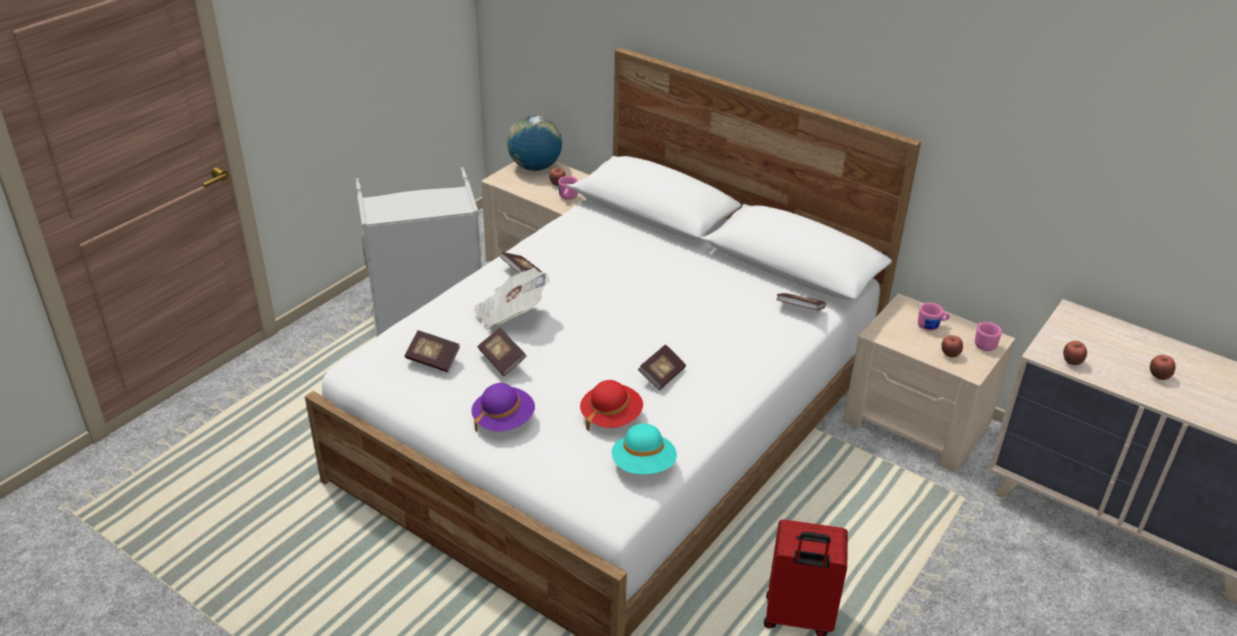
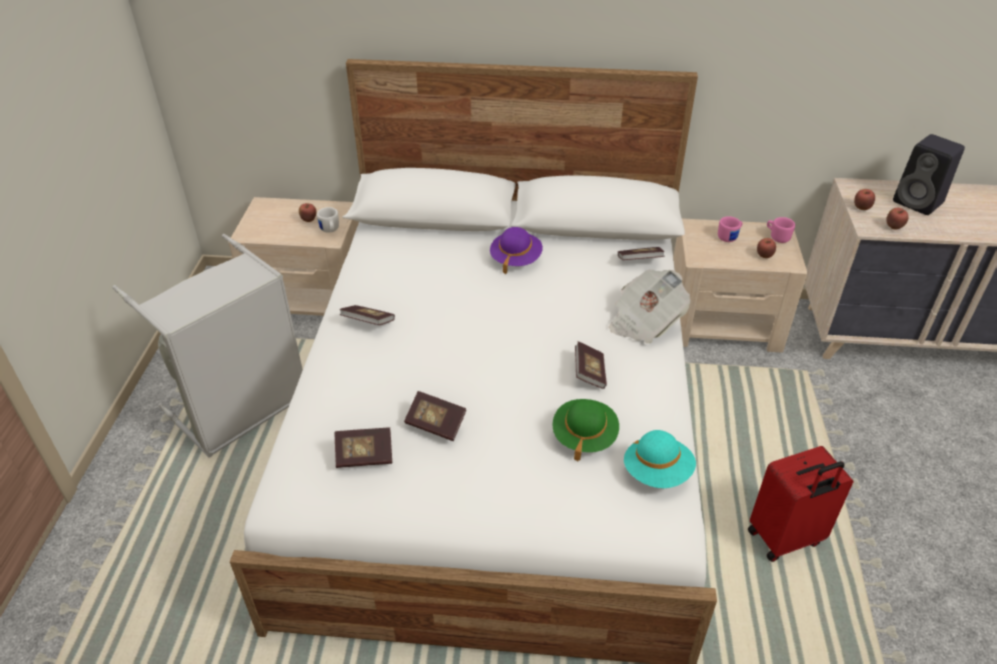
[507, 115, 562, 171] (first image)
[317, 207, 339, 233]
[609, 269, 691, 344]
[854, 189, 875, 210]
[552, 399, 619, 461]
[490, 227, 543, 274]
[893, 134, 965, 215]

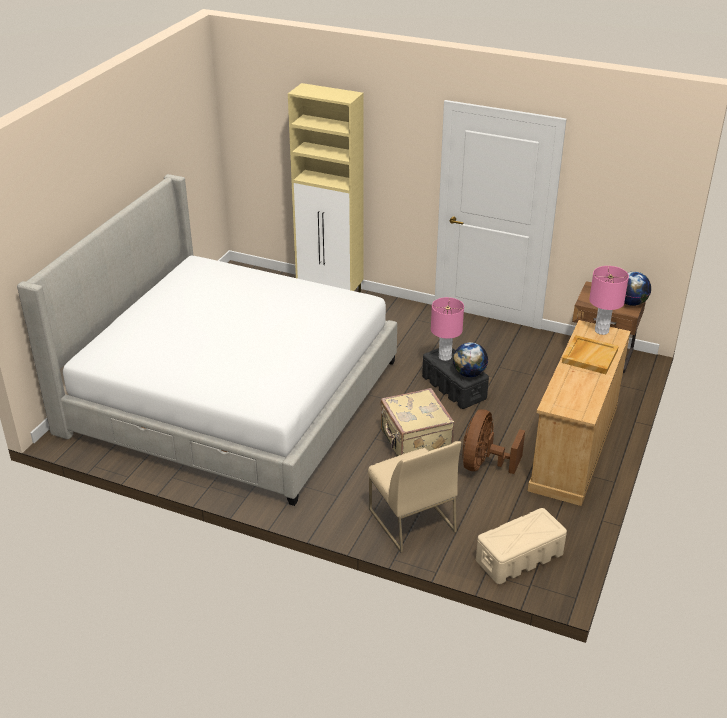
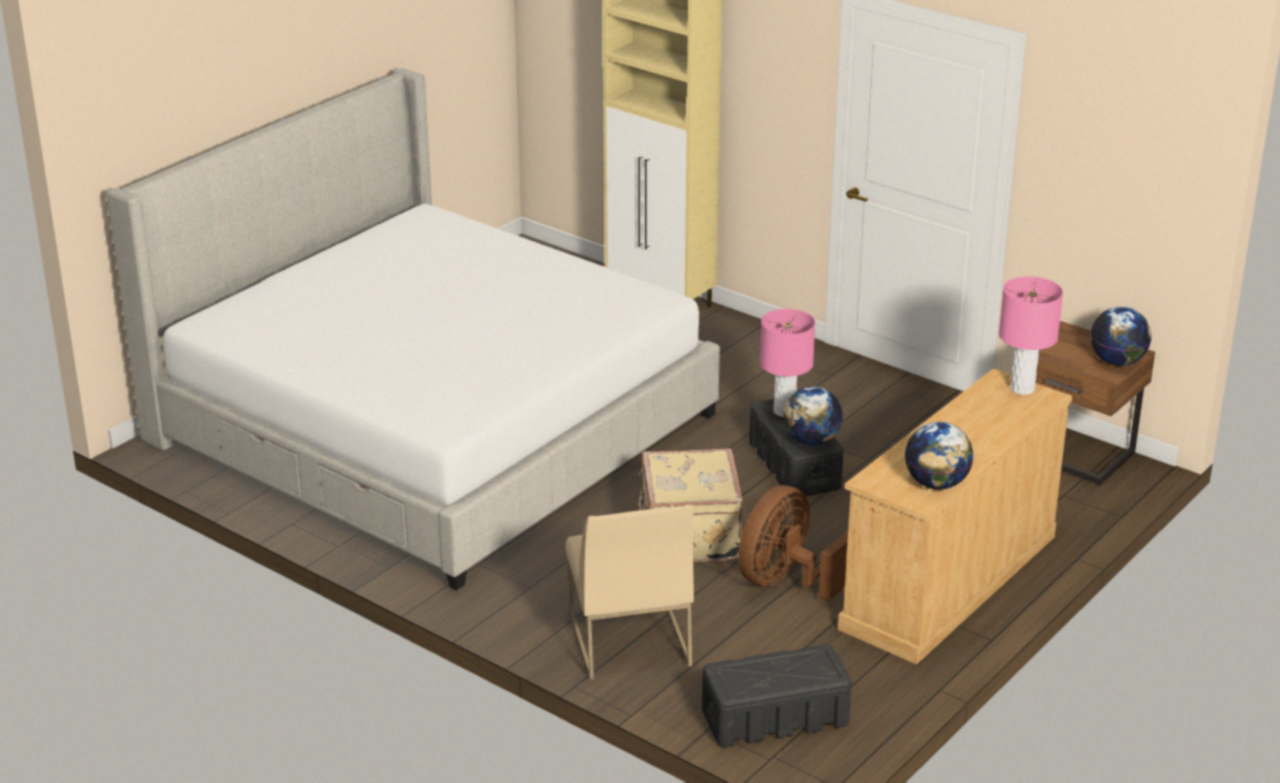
[562, 335, 619, 374] (first image)
[702, 644, 852, 748]
[905, 422, 974, 490]

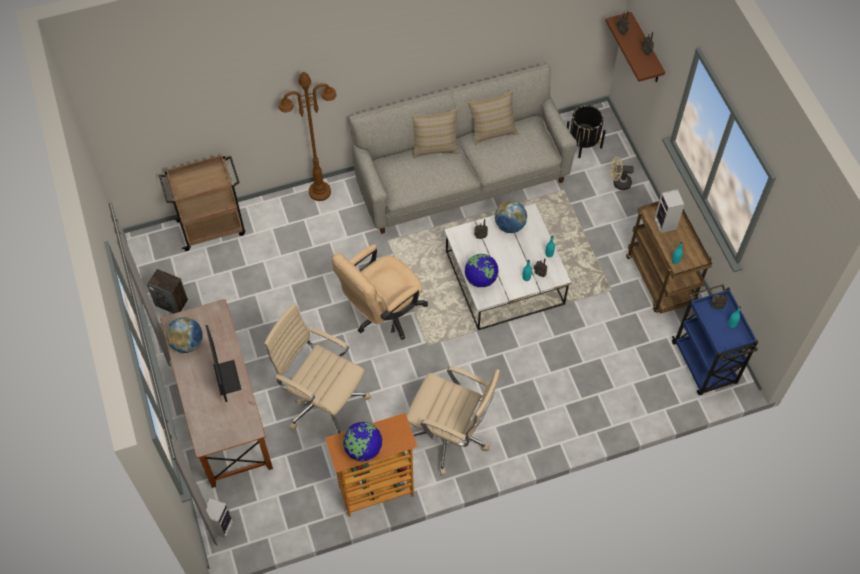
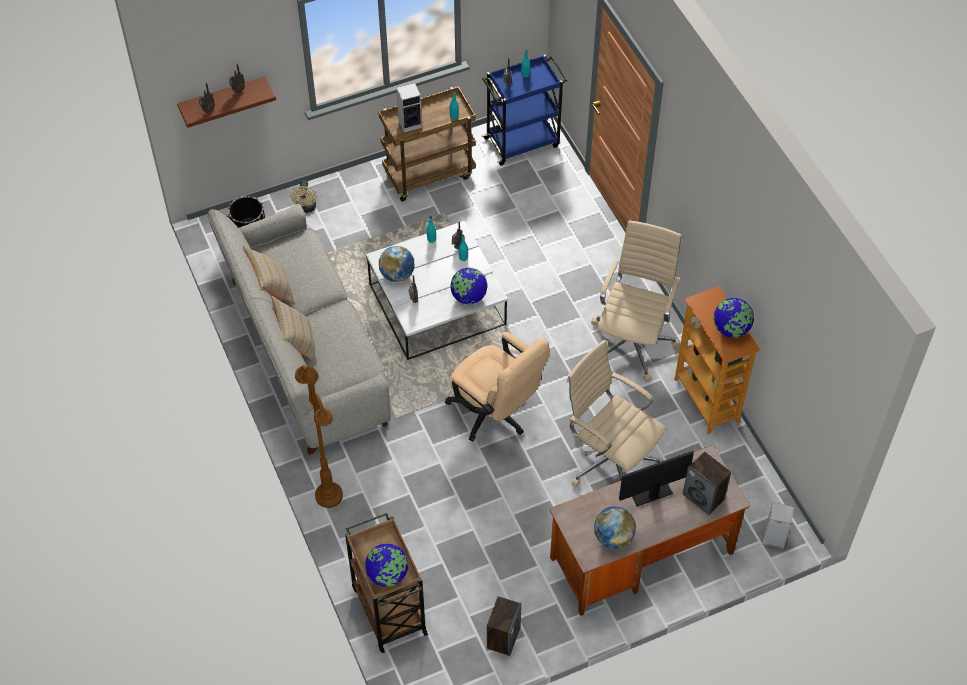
[567, 340, 667, 488]
[683, 452, 731, 515]
[365, 544, 408, 587]

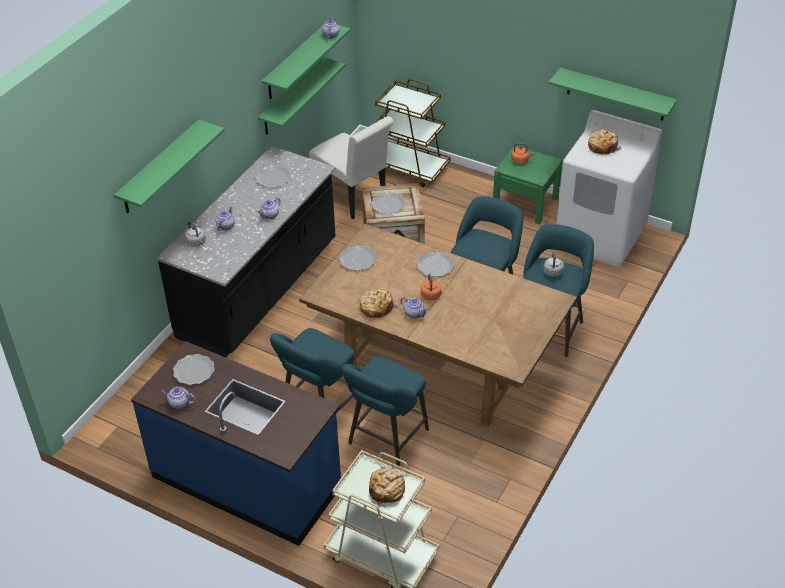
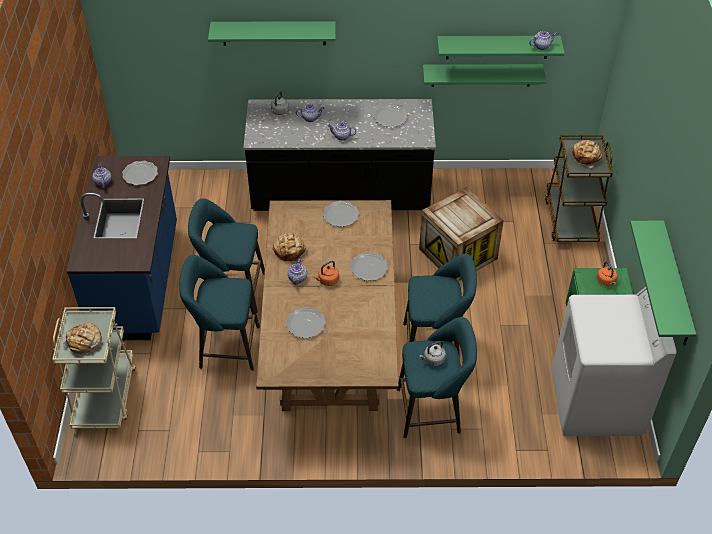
[309, 116, 394, 219] (first image)
[572, 140, 602, 168]
[286, 307, 326, 339]

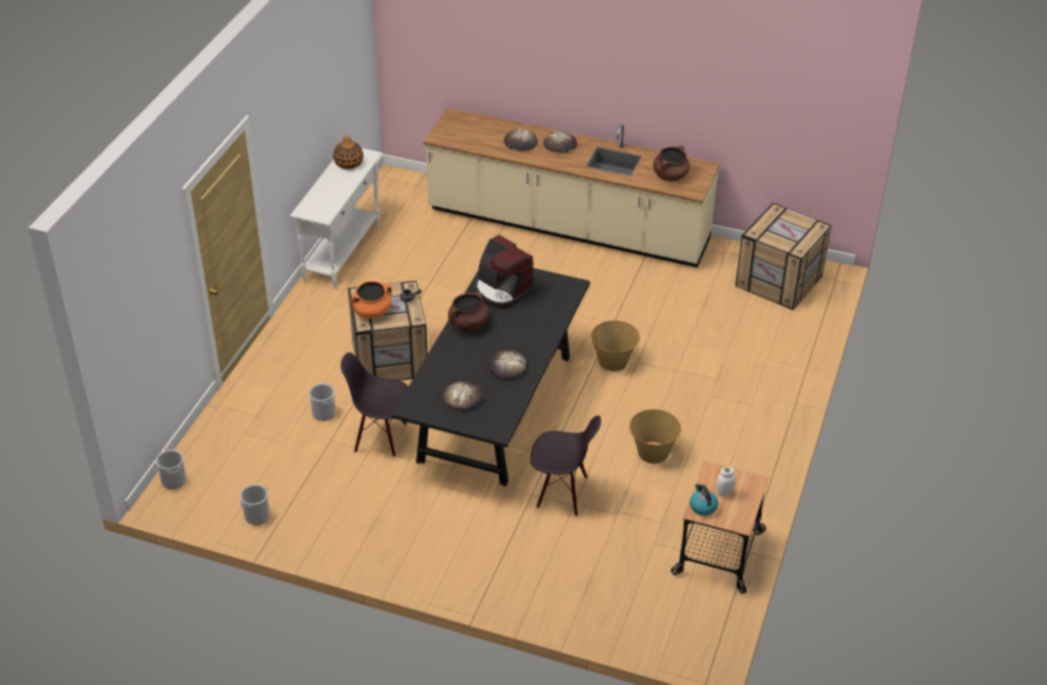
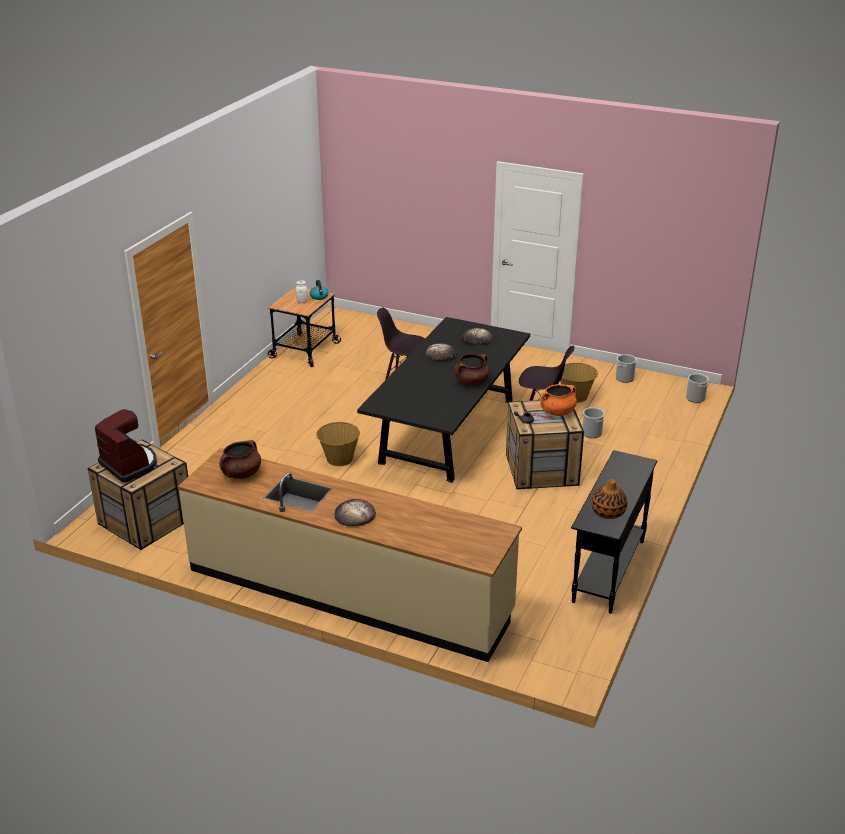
[504, 129, 538, 151] (first image)
[571, 450, 658, 614]
[95, 409, 157, 482]
[560, 363, 598, 403]

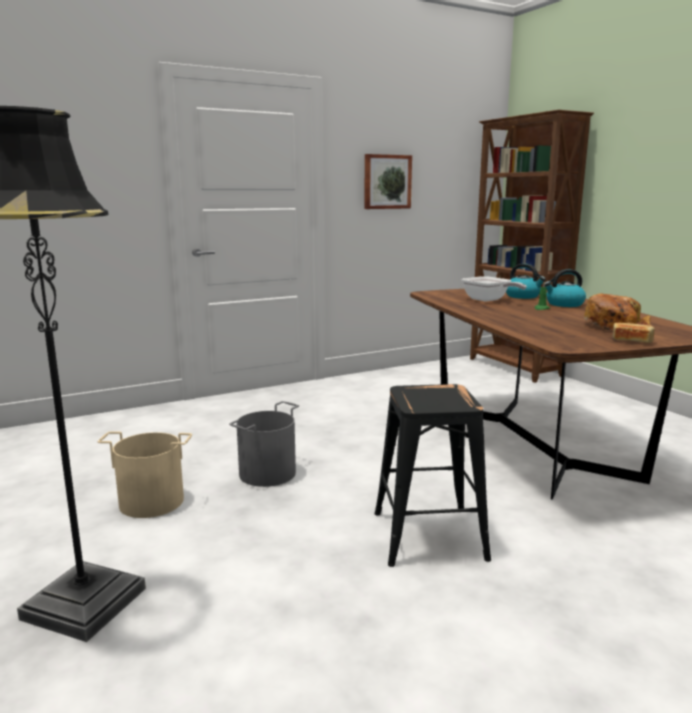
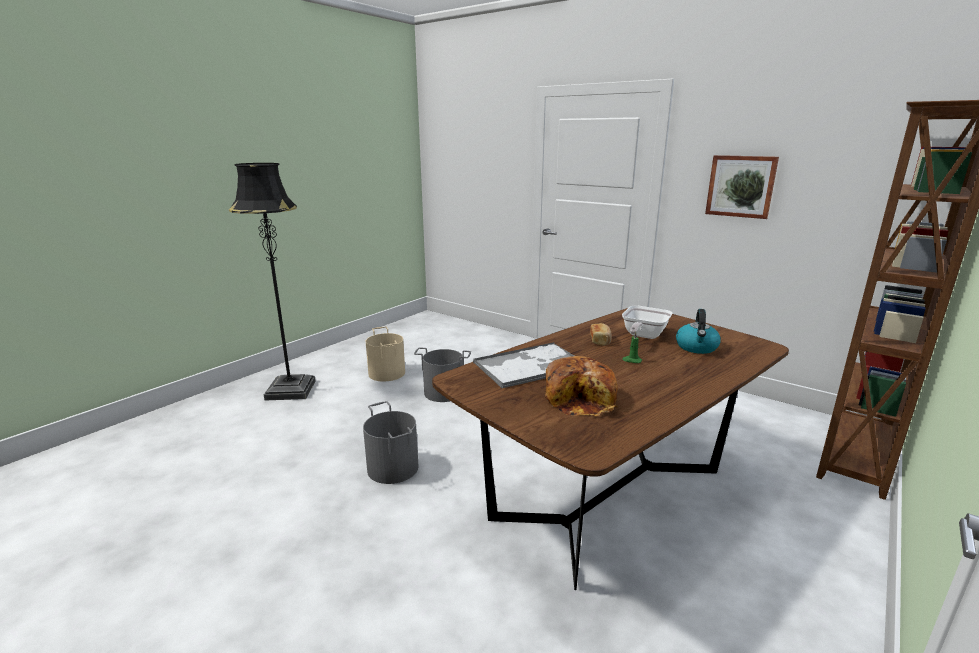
[545, 269, 586, 307] (first image)
[590, 323, 612, 346]
[363, 401, 418, 484]
[473, 342, 574, 389]

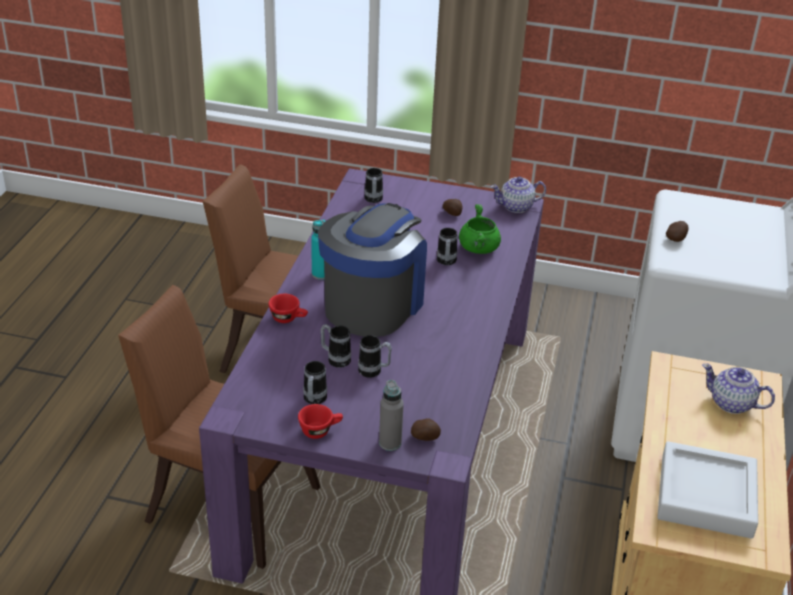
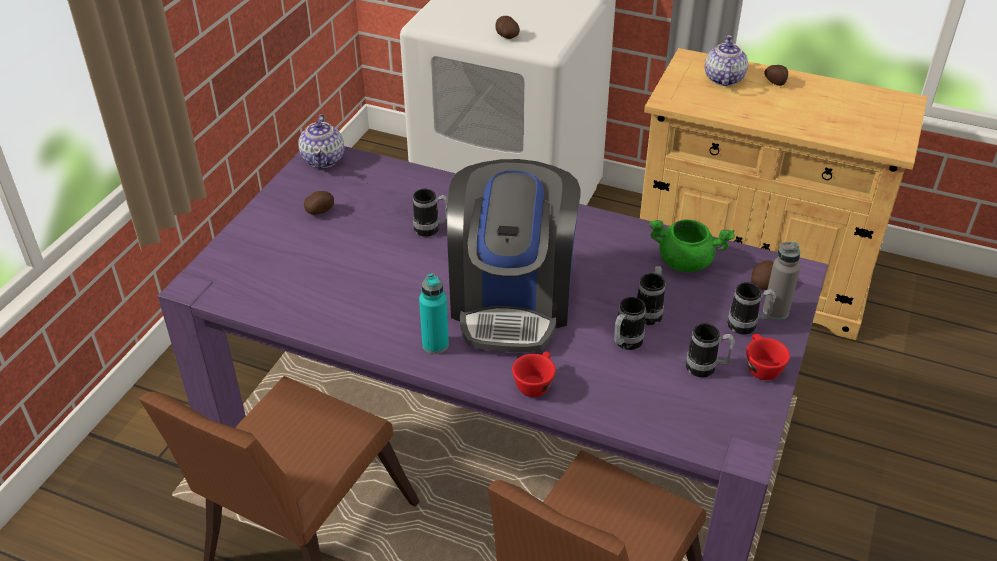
[727, 282, 776, 335]
[447, 159, 580, 352]
[650, 220, 735, 272]
[705, 35, 748, 86]
[658, 441, 758, 539] (first image)
[764, 65, 788, 86]

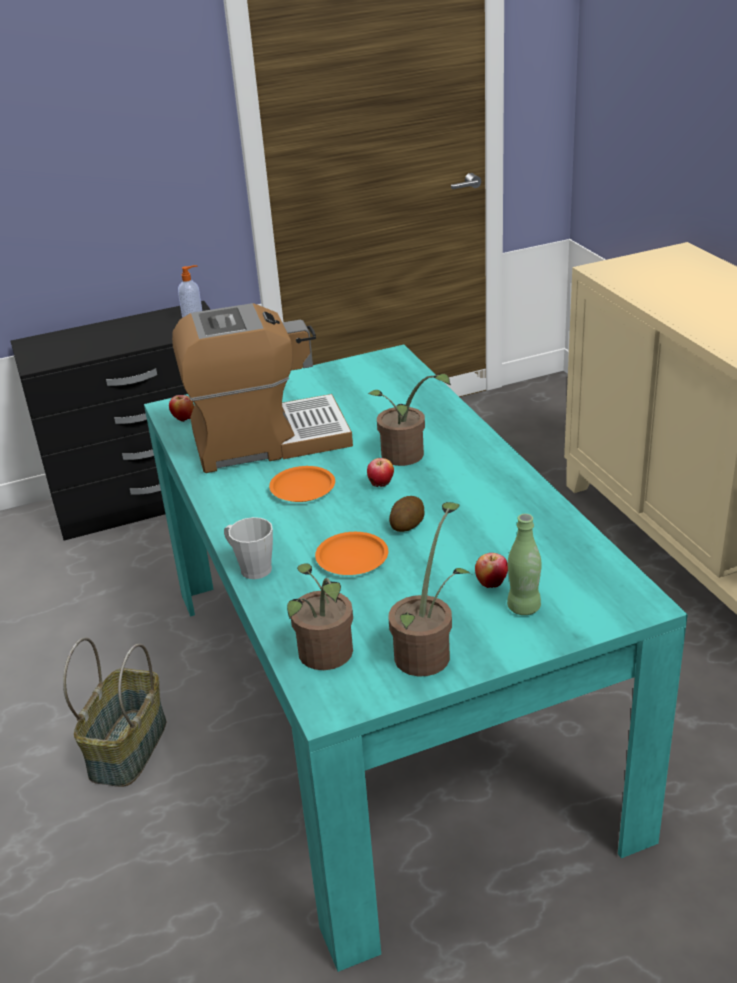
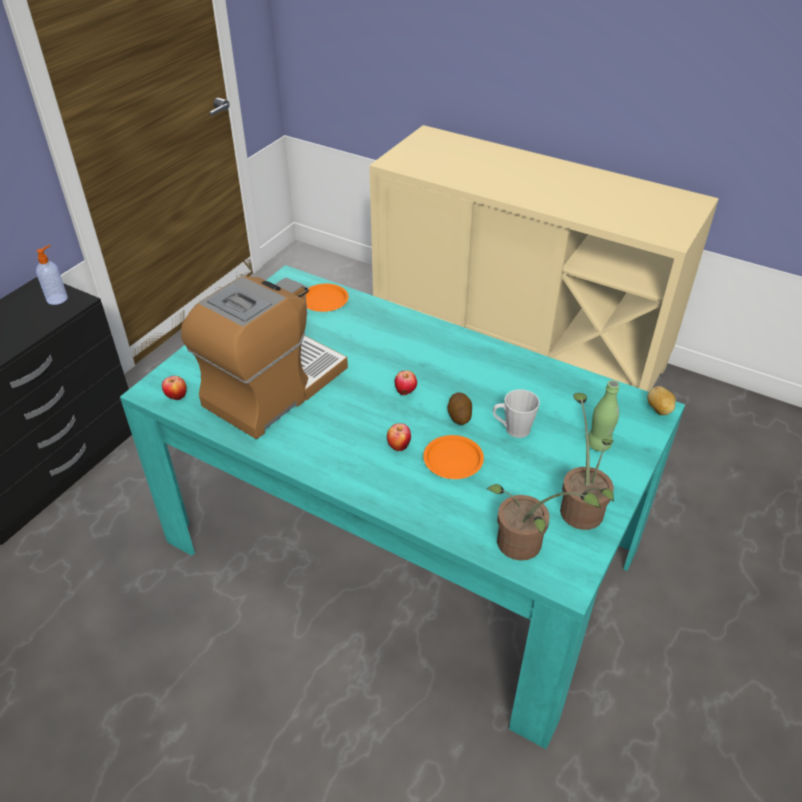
[368, 374, 451, 466] (first image)
[306, 284, 349, 312]
[493, 389, 540, 438]
[387, 423, 411, 451]
[63, 638, 166, 787] (first image)
[647, 386, 676, 415]

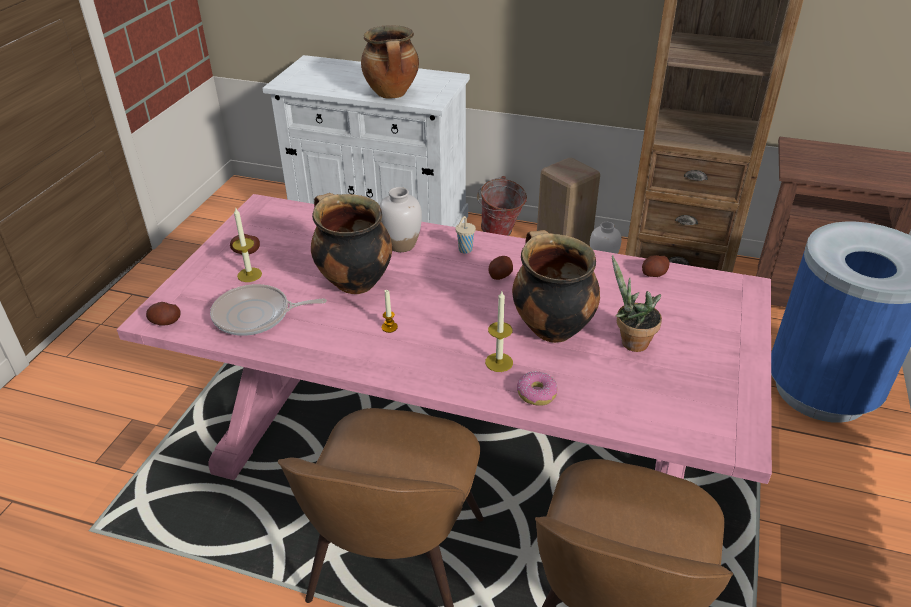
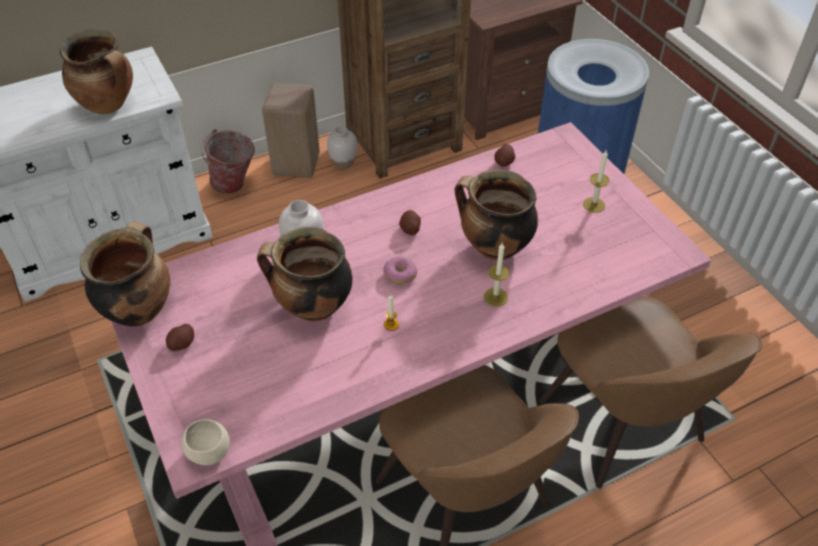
[583, 149, 609, 213]
[455, 216, 476, 254] (first image)
[612, 255, 662, 352] (first image)
[210, 284, 327, 336] (first image)
[182, 419, 230, 465]
[383, 256, 417, 285]
[80, 221, 170, 327]

